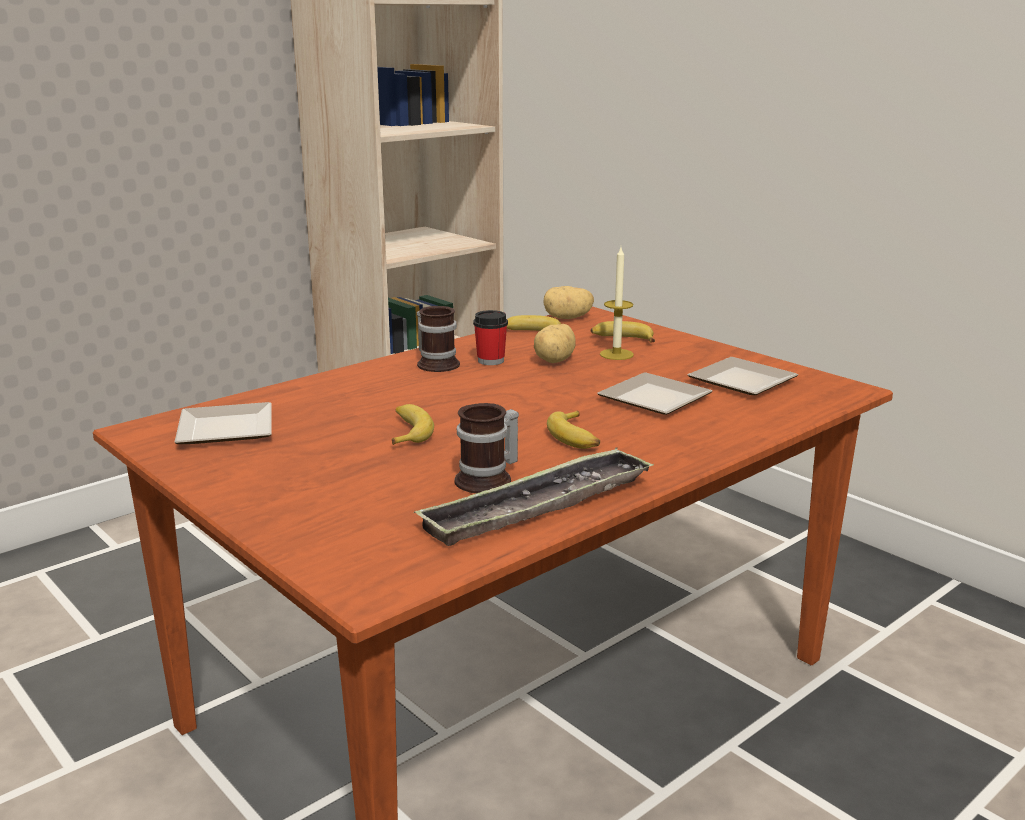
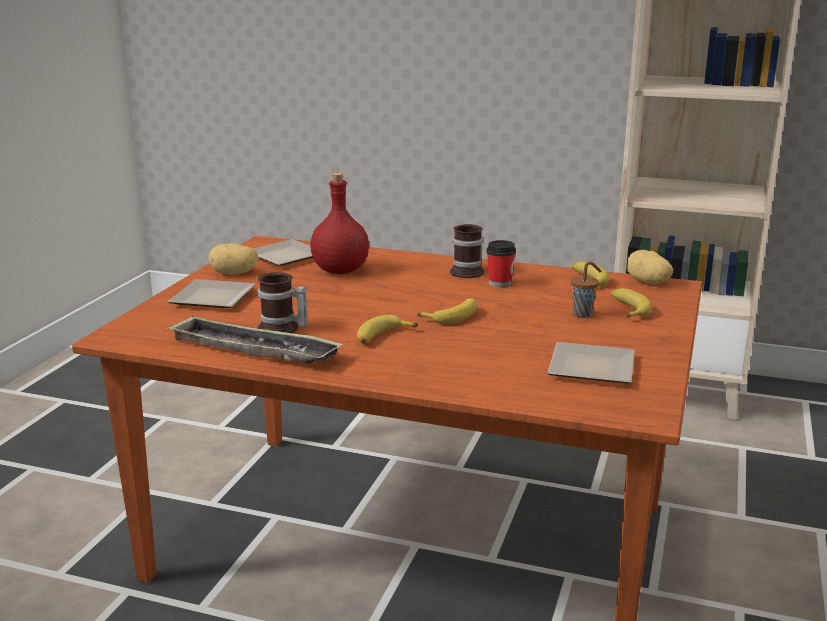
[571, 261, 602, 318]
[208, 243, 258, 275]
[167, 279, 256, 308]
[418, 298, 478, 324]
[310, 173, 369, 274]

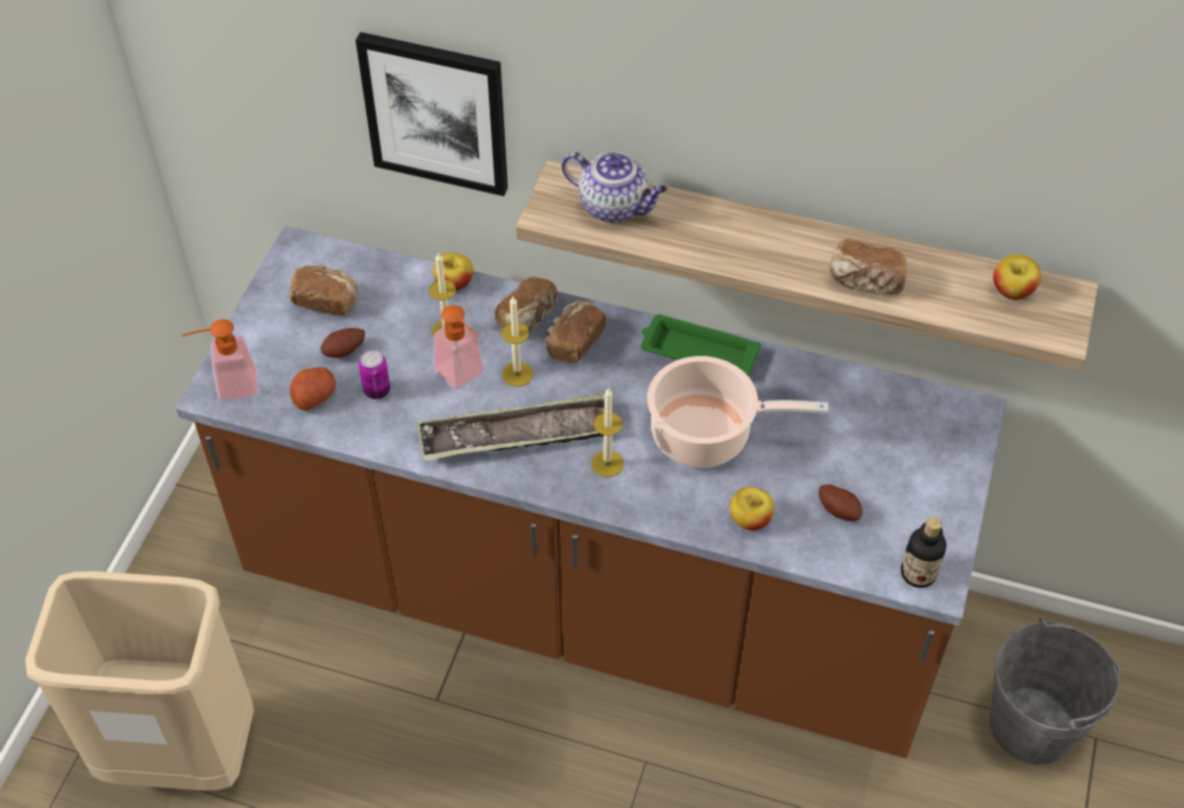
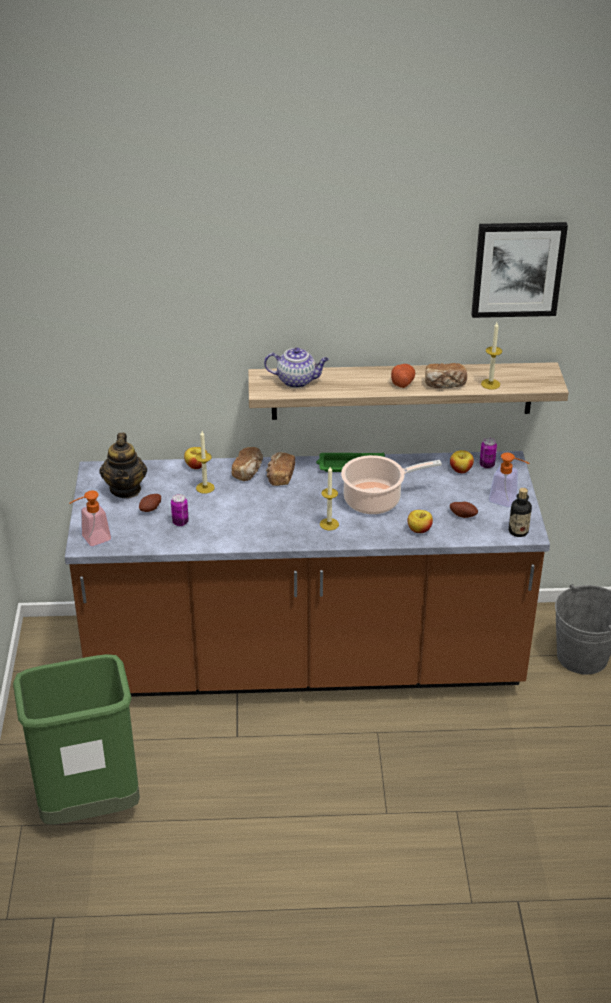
[471, 222, 568, 318]
[450, 450, 474, 473]
[99, 433, 147, 498]
[481, 322, 502, 390]
[489, 452, 530, 507]
[391, 364, 415, 388]
[417, 392, 605, 461] (first image)
[13, 654, 140, 825]
[480, 438, 497, 469]

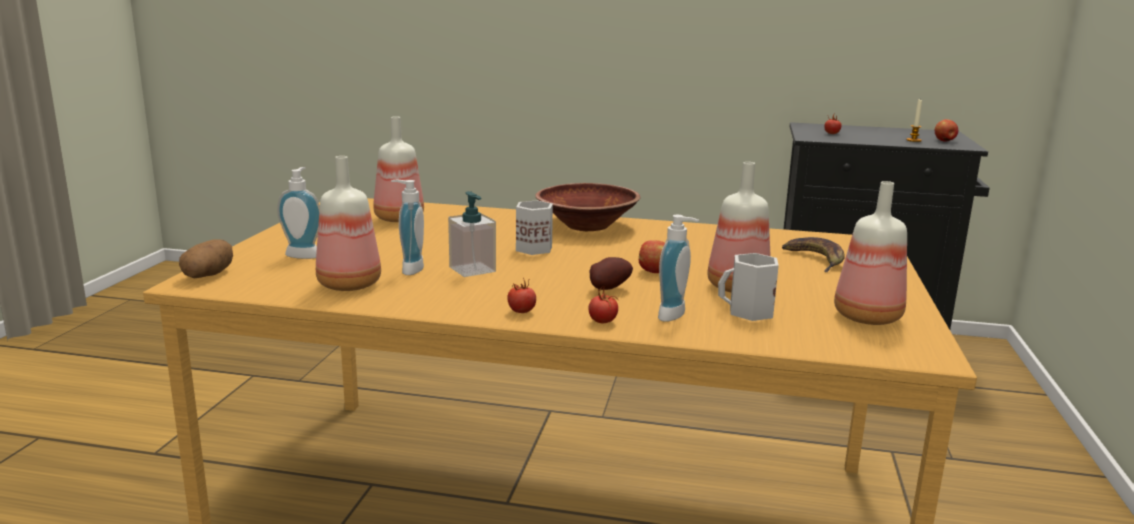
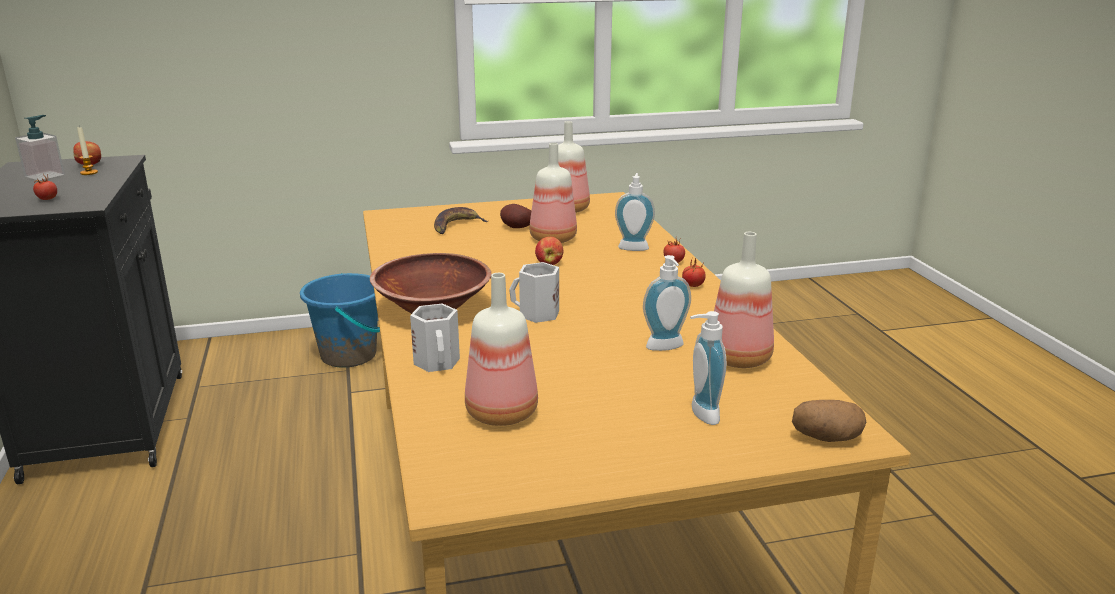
[15, 115, 65, 181]
[410, 303, 460, 372]
[500, 204, 531, 228]
[300, 273, 380, 368]

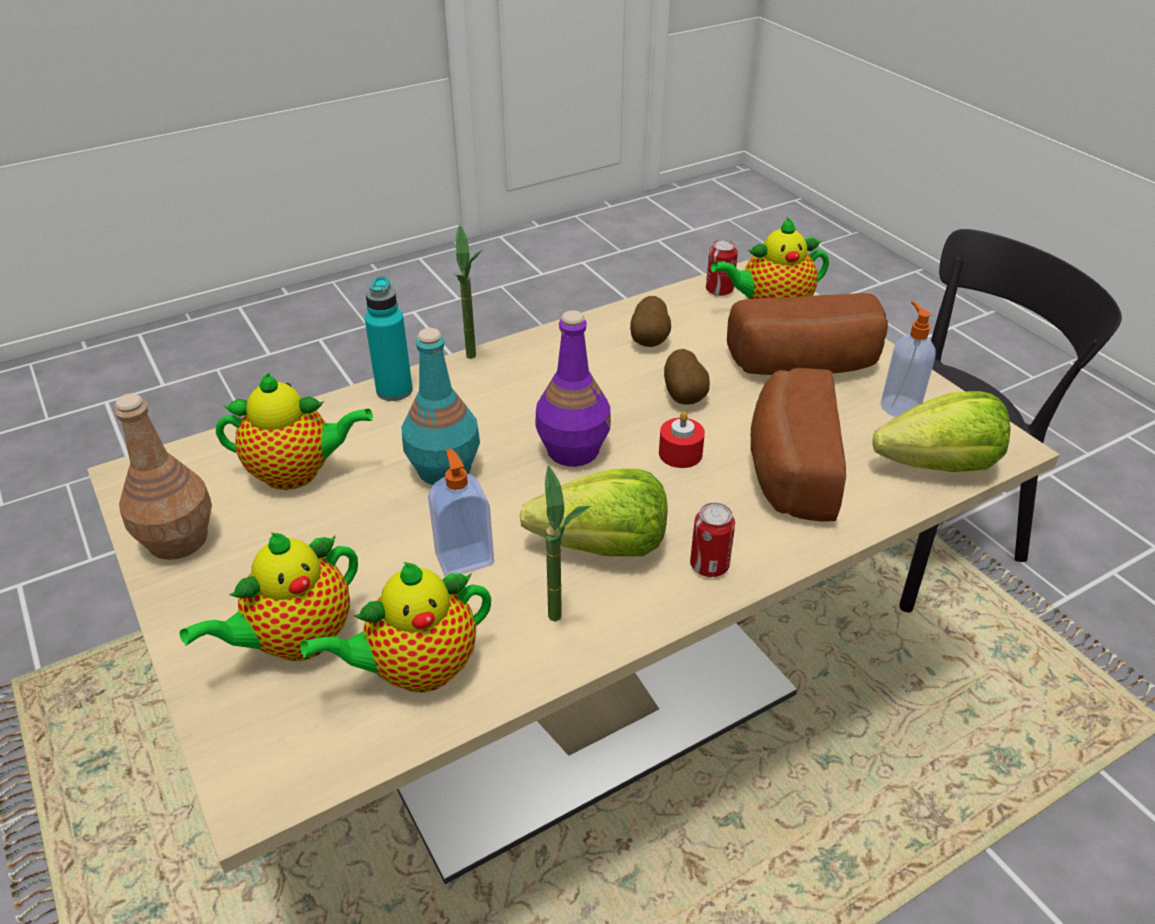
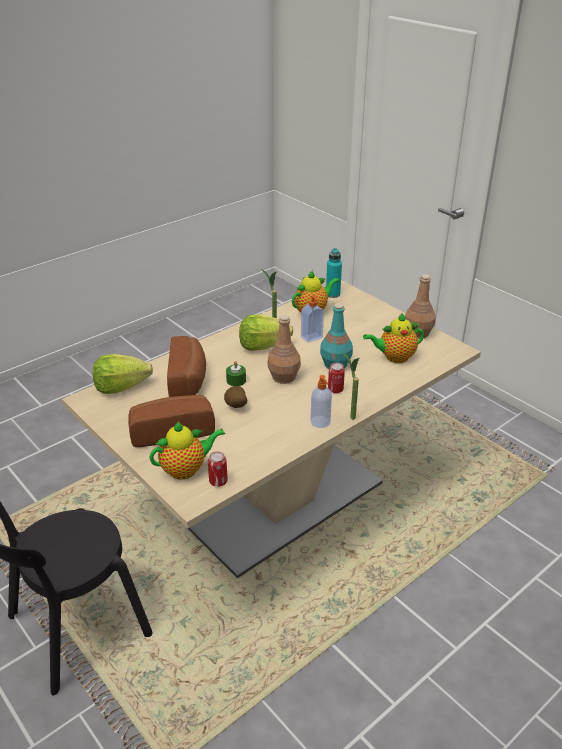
[326, 248, 342, 298]
[630, 296, 671, 347] (first image)
[310, 375, 332, 428]
[267, 315, 301, 384]
[226, 361, 246, 386]
[328, 363, 345, 393]
[180, 533, 358, 661] (first image)

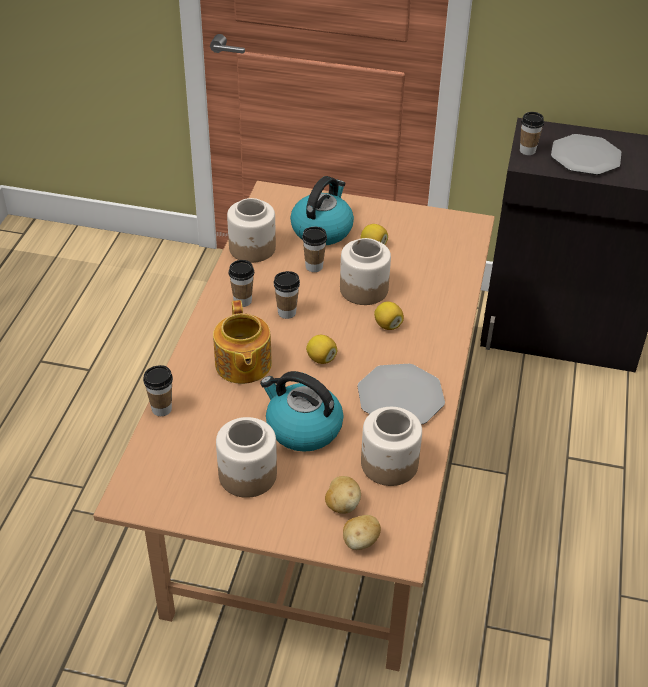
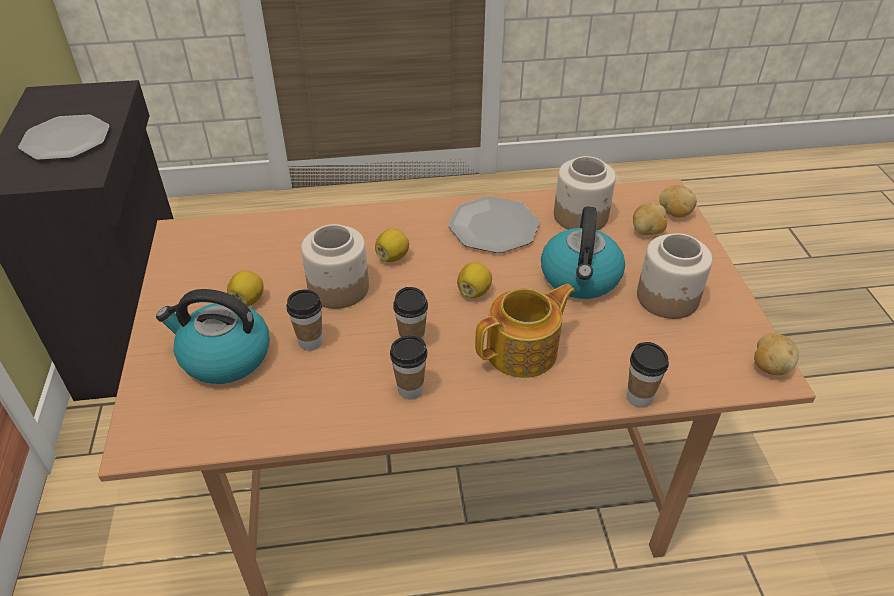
[520, 112, 544, 155] (first image)
[227, 198, 276, 263] (first image)
[754, 333, 799, 375]

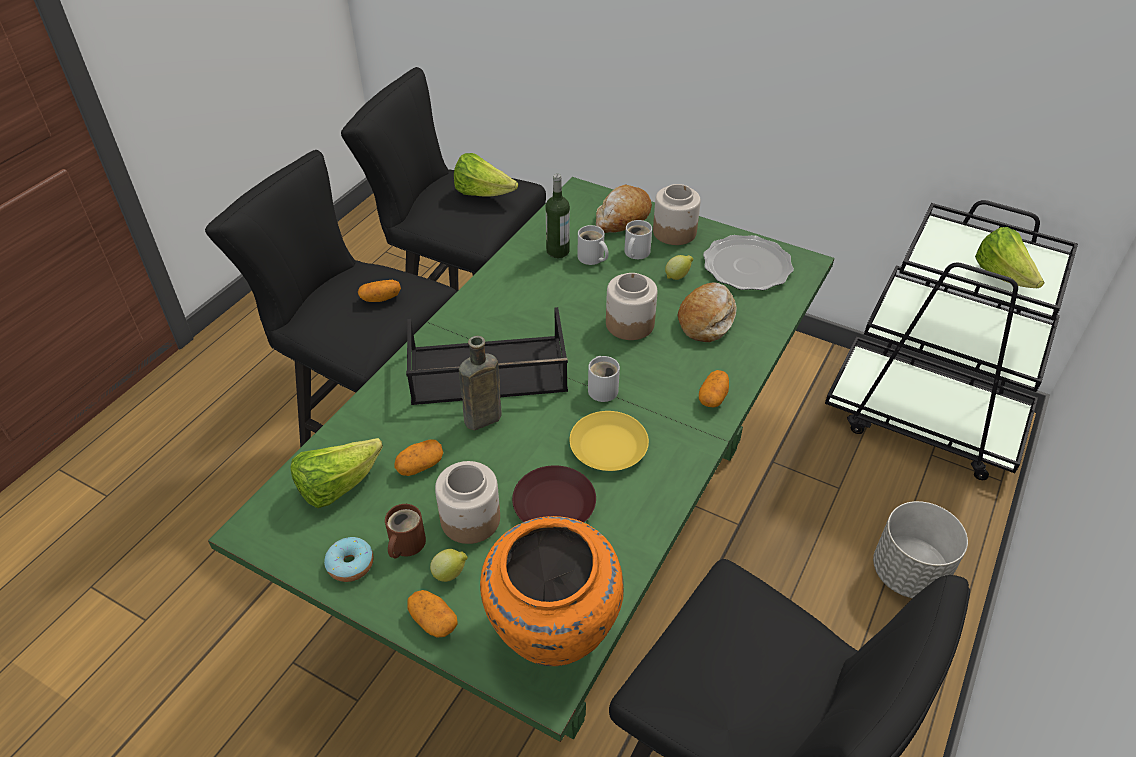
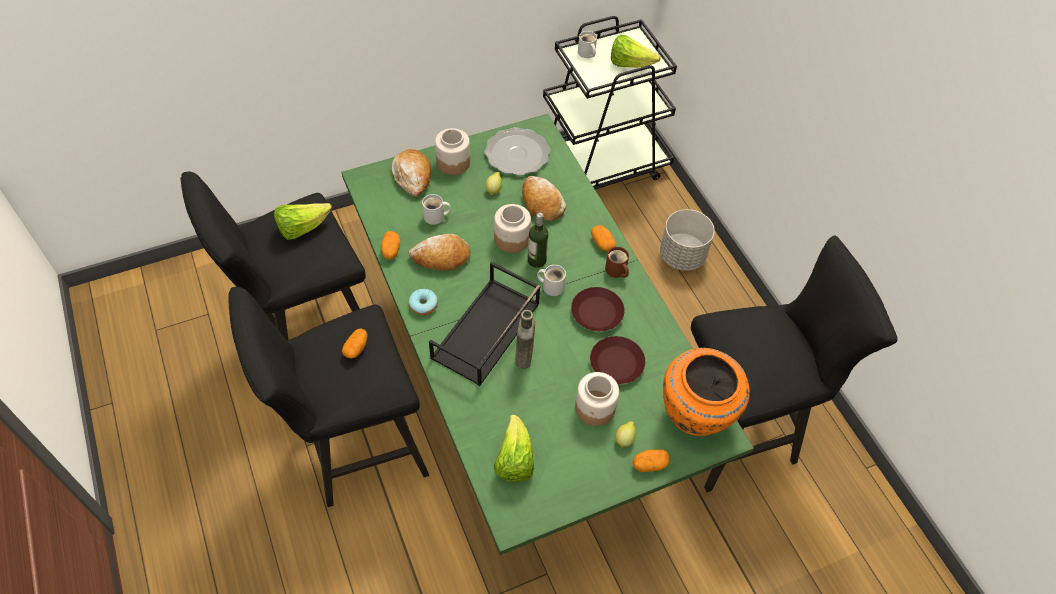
[528, 213, 548, 268]
[578, 31, 597, 58]
[571, 287, 625, 331]
[381, 231, 400, 259]
[605, 247, 629, 278]
[409, 289, 438, 315]
[408, 234, 471, 271]

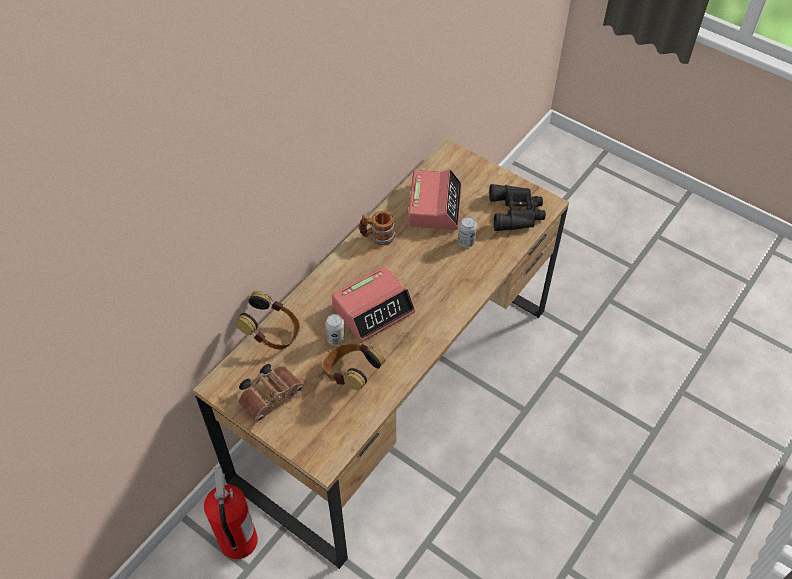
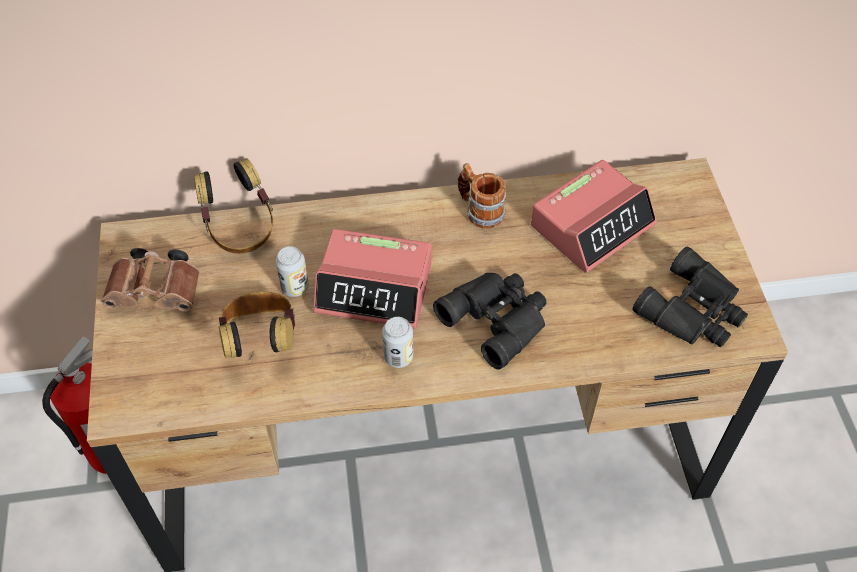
[382, 317, 413, 368]
[433, 273, 547, 370]

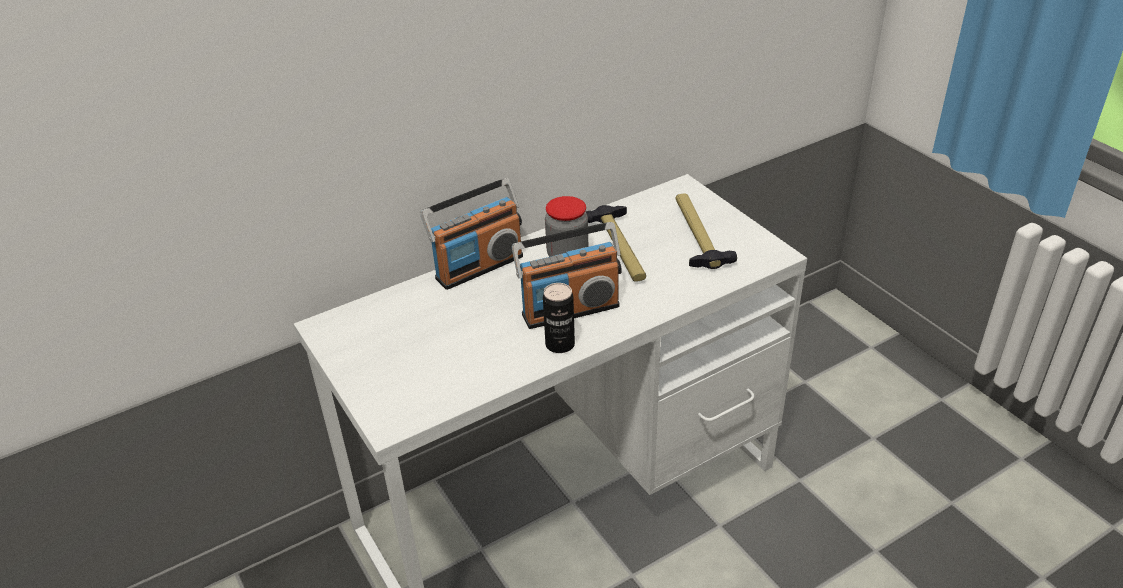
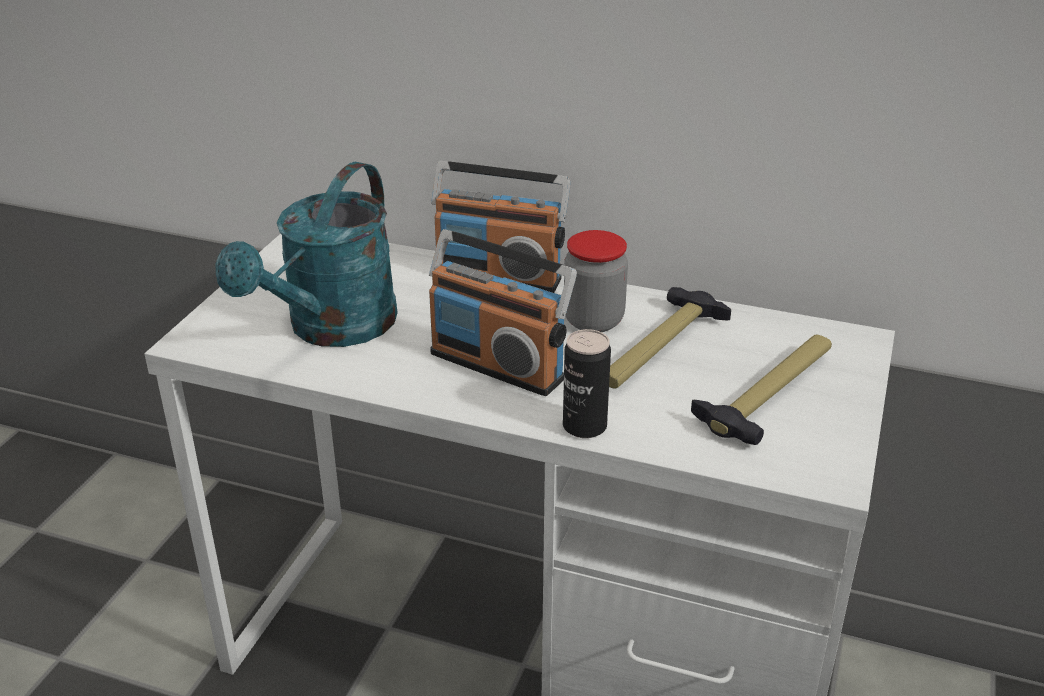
[563, 329, 611, 438]
[215, 162, 398, 347]

